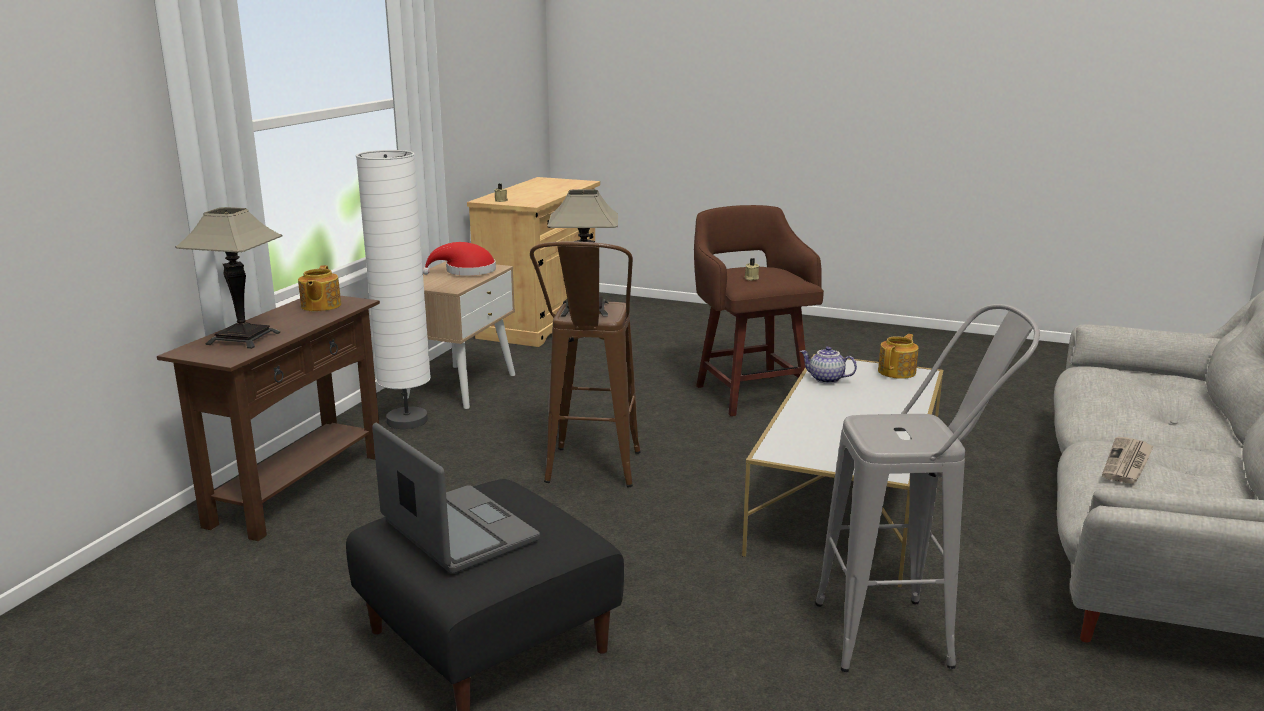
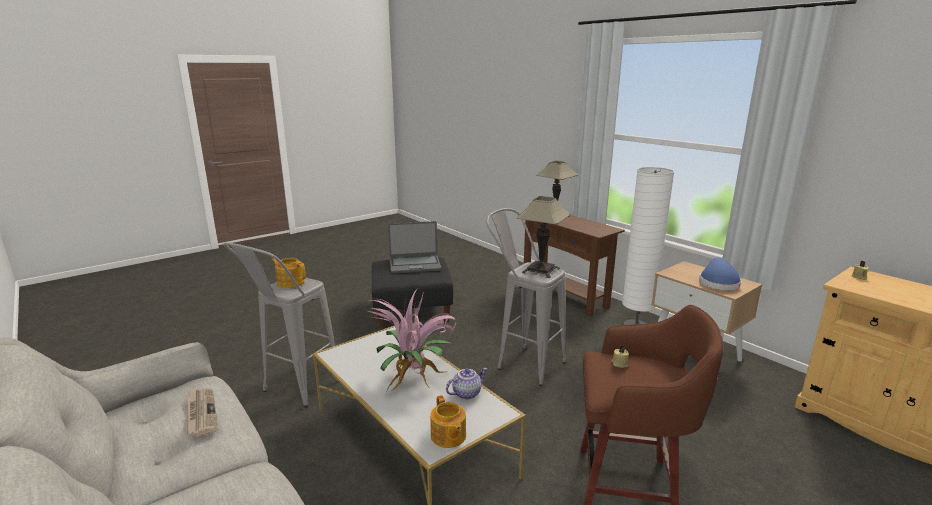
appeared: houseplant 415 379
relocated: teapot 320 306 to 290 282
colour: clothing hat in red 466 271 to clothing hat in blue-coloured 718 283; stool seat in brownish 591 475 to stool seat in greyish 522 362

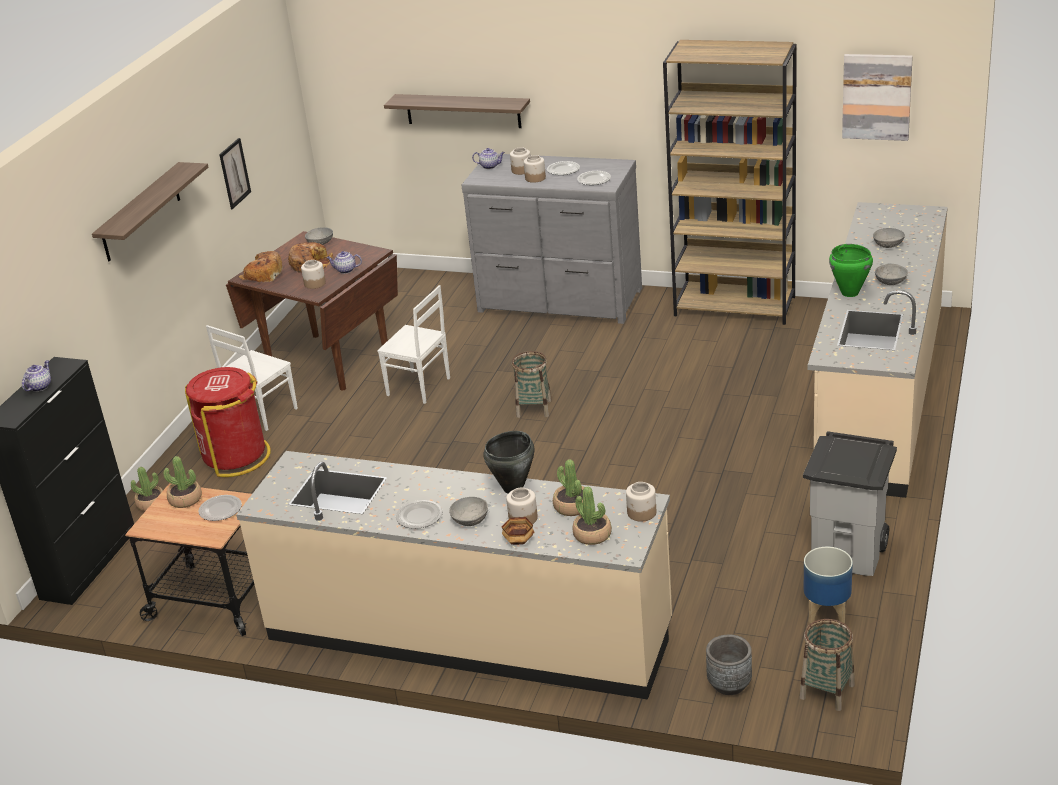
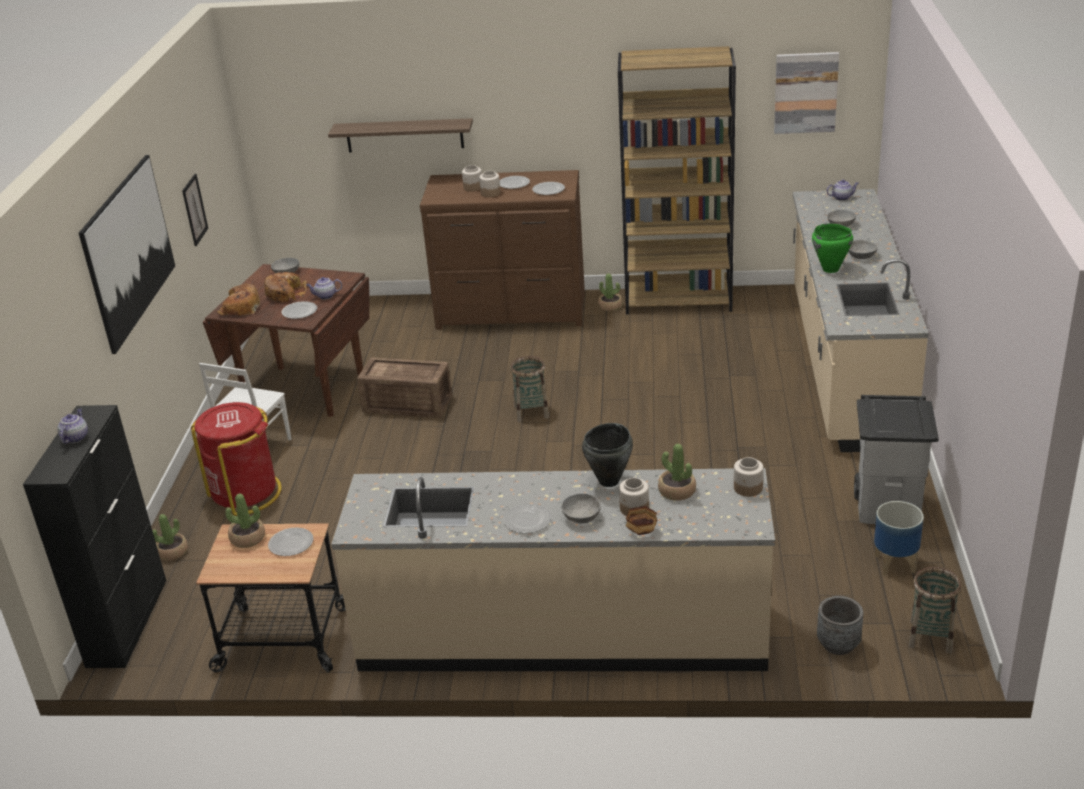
relocated: teapot 490 166 to 842 197; houseplant 592 535 to 610 306
exchanged: bracket shelf 140 212 to picture 129 250; preserve jar 315 283 to dinner plate 299 311; chair in whitish 419 387 to shipping crate 408 405
colour: drawer chest in greyish 559 301 to drawer chest in brownish 511 312

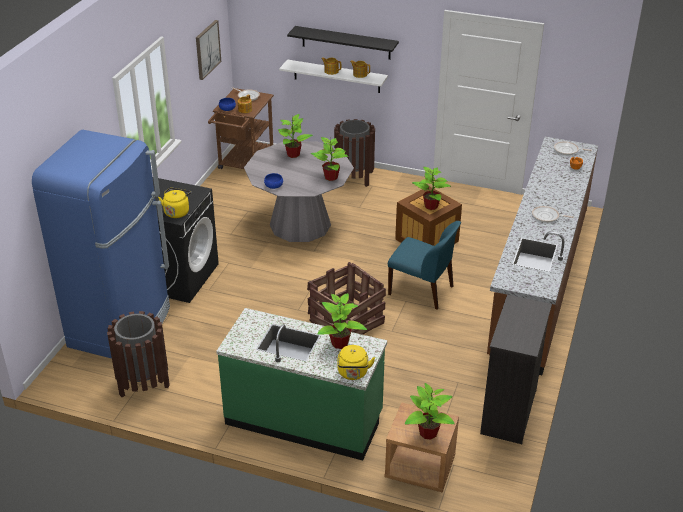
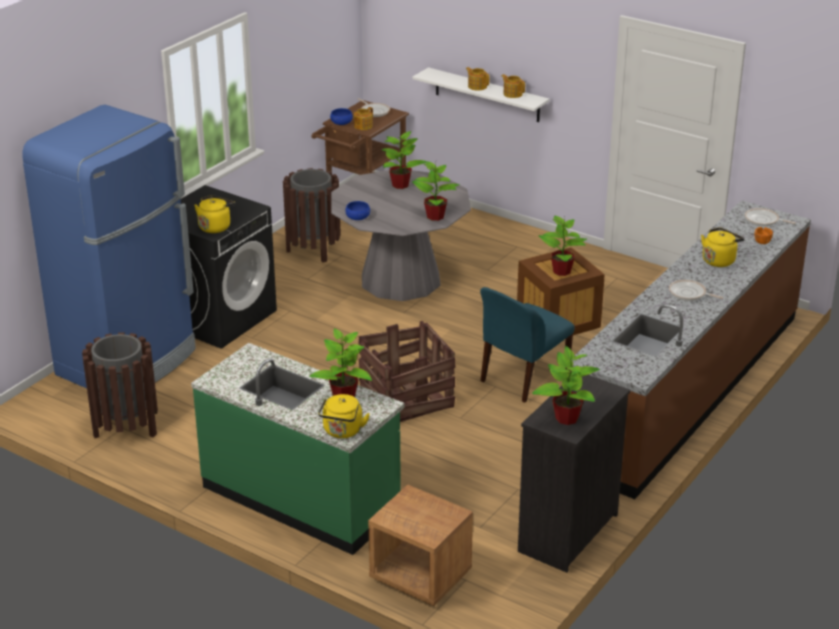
missing: picture 207 49; bracket shelf in black-coloured 346 43
appeared: water kettle in yellowish 719 260
relocated: waste bin in brownish 354 178 to 313 250; houseplant 427 433 to 566 418
spun: chair in blue-coloured 422 291 = 523 378 90 degrees clockwise

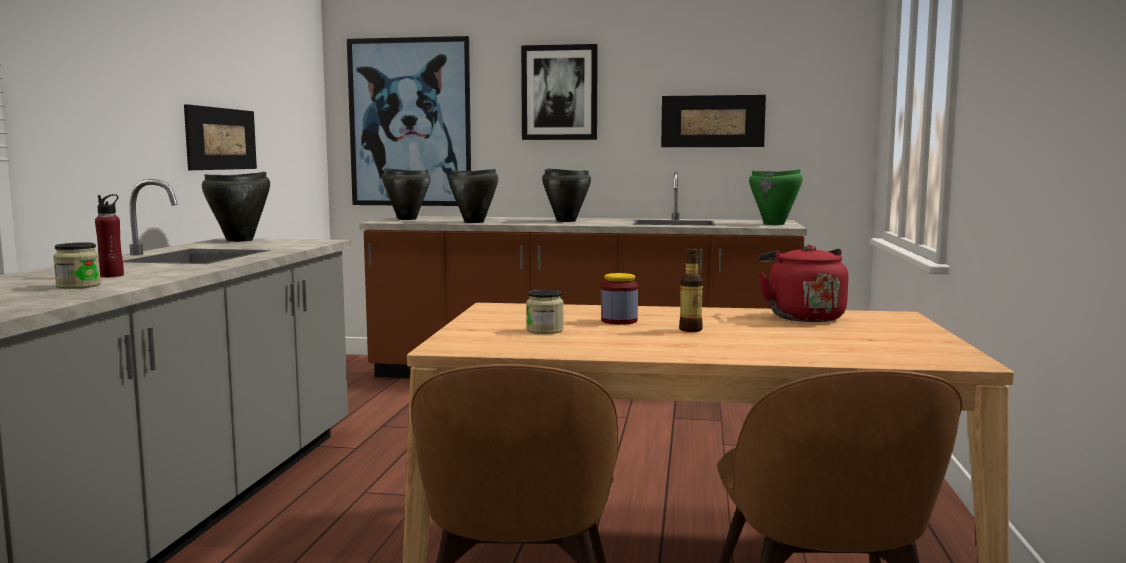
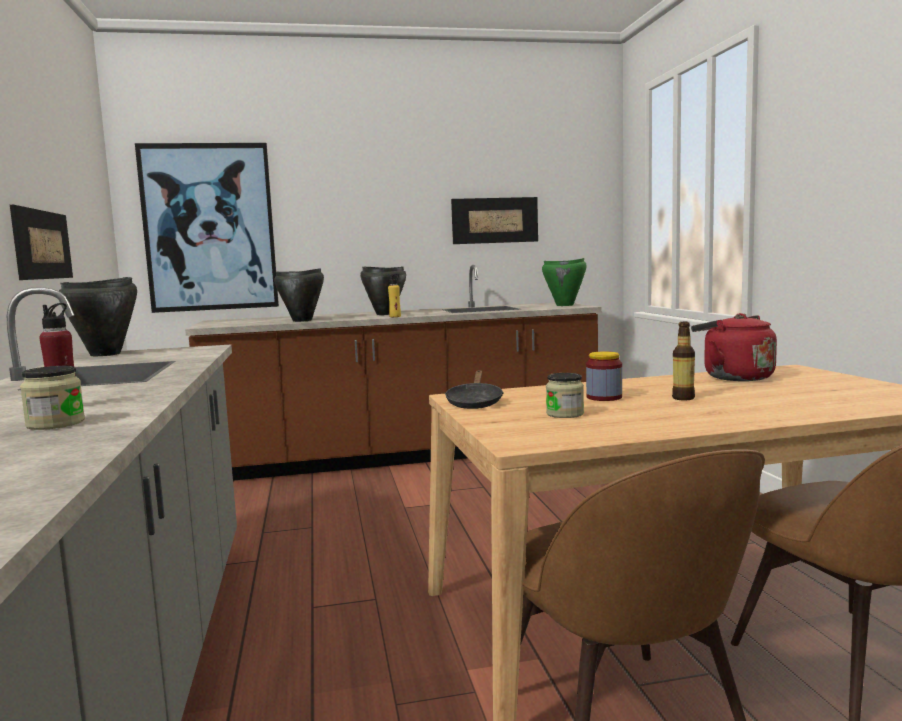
missing: picture 559 92; saucepot in black-coloured 406 219
appeared: drink bottle in yellowish 395 316; skillet in black-coloured 474 402

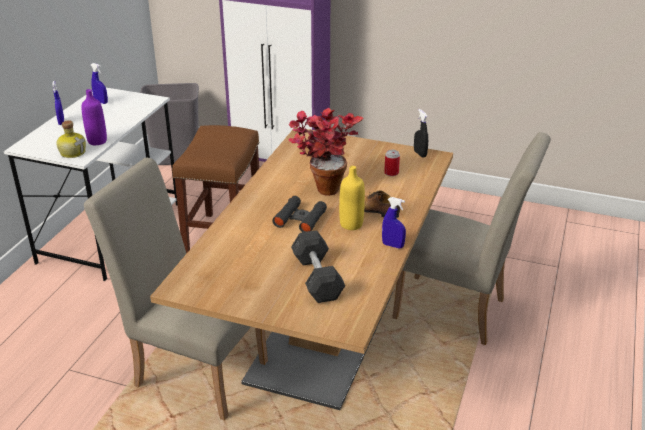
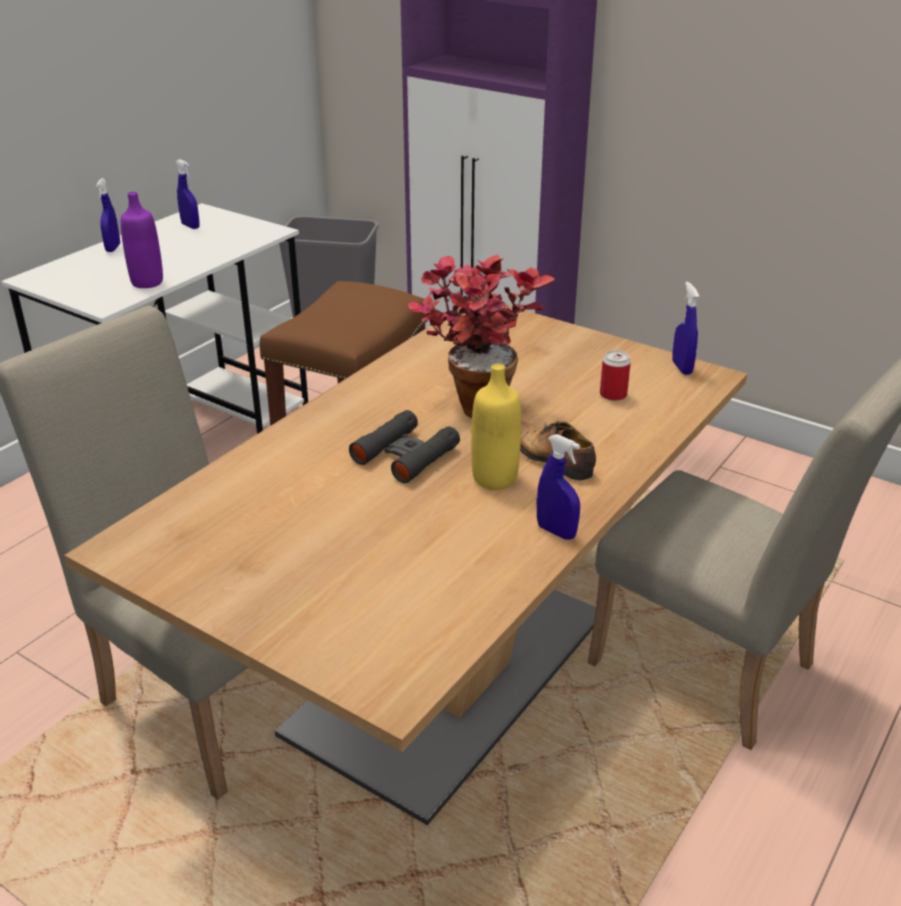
missing: drink bottle 73 152; dumbbell in greyish 317 278
colour: spray bottle in black-coloured 420 154 to spray bottle in blue-coloured 681 368

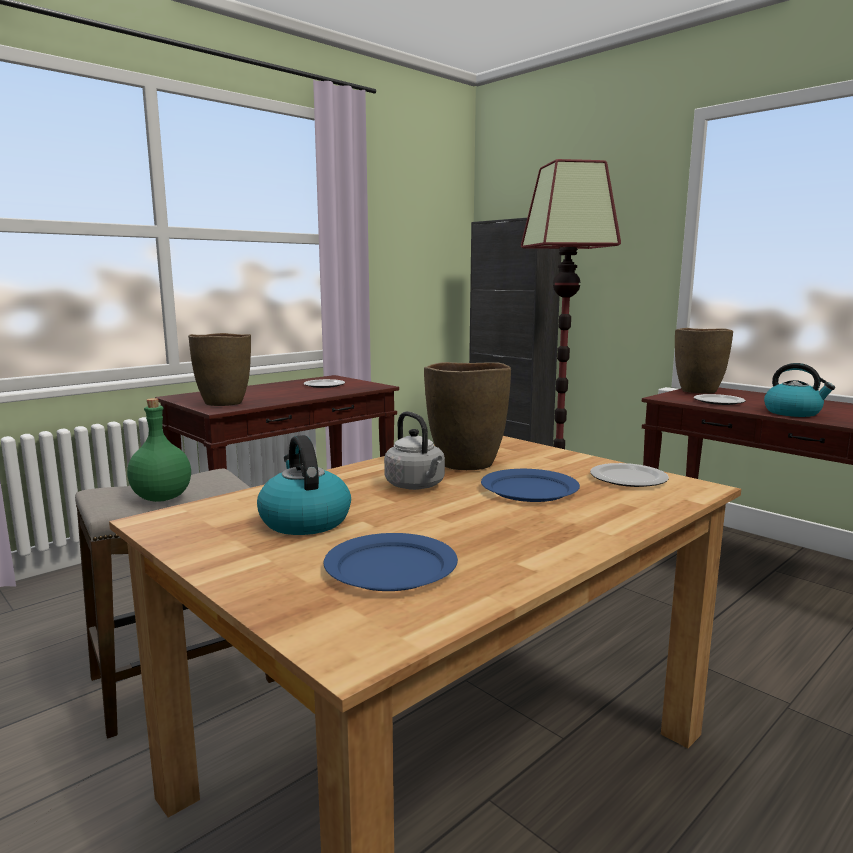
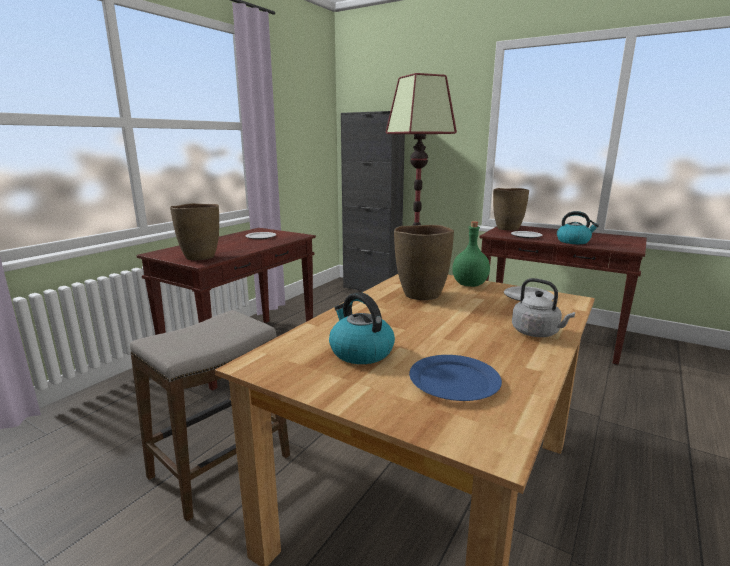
missing: dinner plate in blue-coloured 530 489
relocated: drink bottle in green-coloured 161 498 to 469 285; water kettle in greyish 416 486 to 537 333

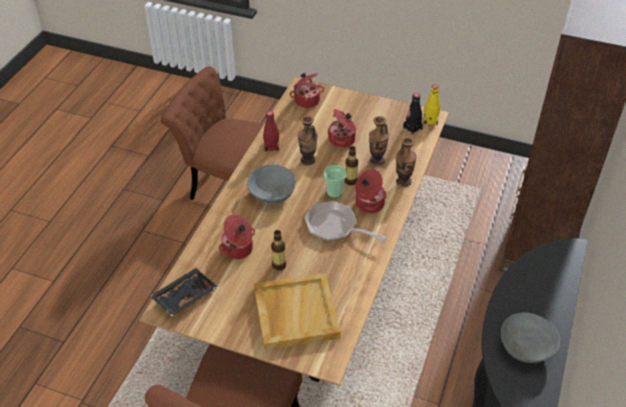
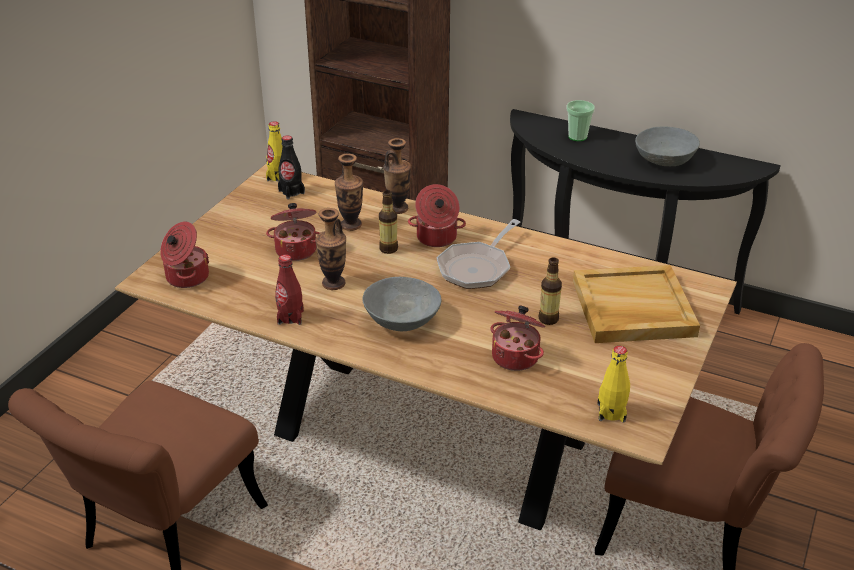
relocated: cup 334 192 to 577 137
exchanged: tray in black-coloured 184 296 to drink bottle in yellowish 611 412

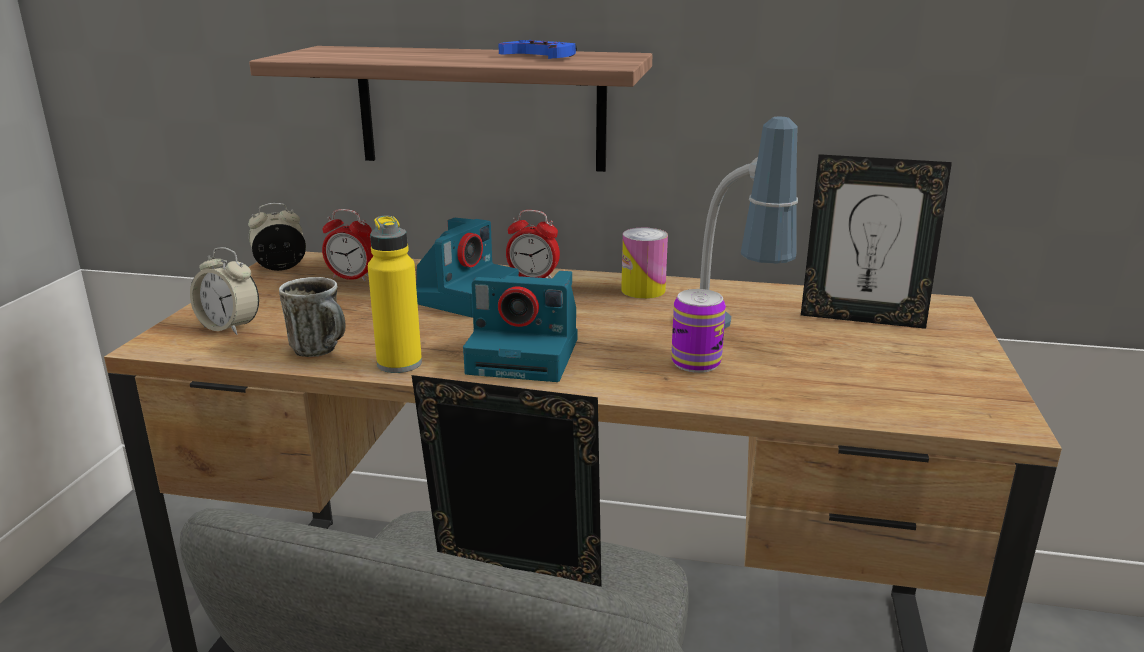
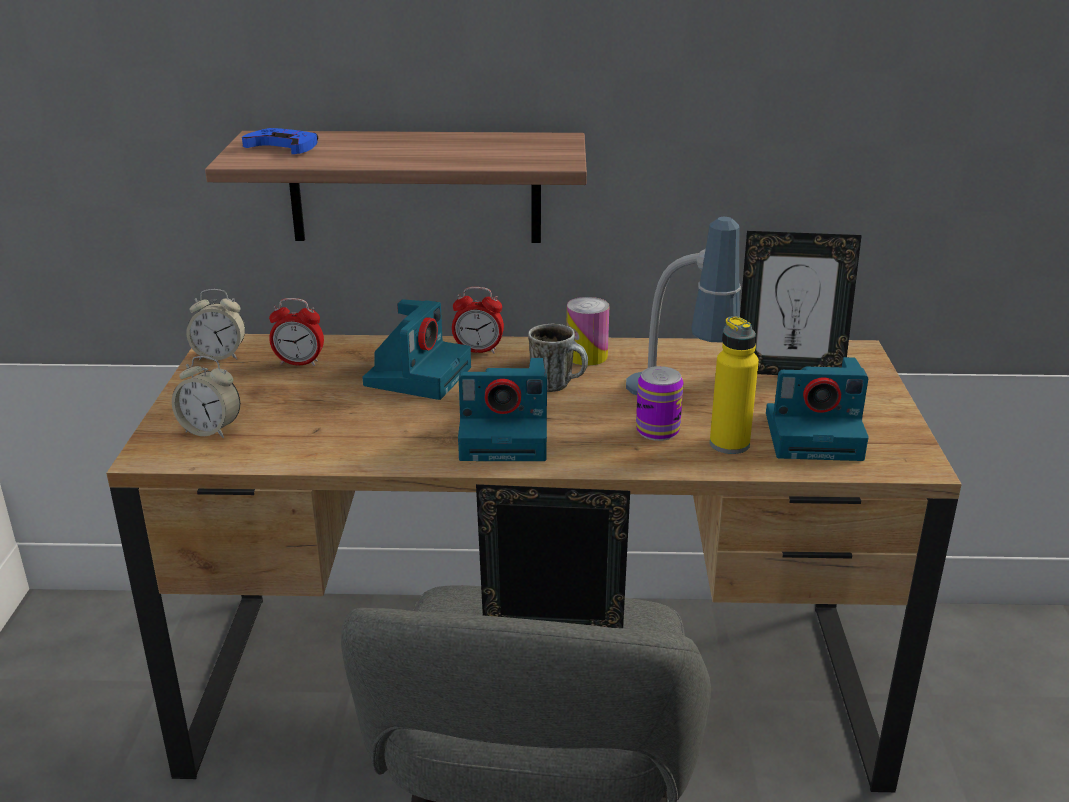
appeared: photo camera 815 435
relocated: gamepad in blue-coloured 540 57 to 283 147; drink bottle in yellowish 399 363 to 729 444; coffee mug 323 351 to 558 386
spun: alarm clock 281 267 = 220 356 150 degrees counterclockwise

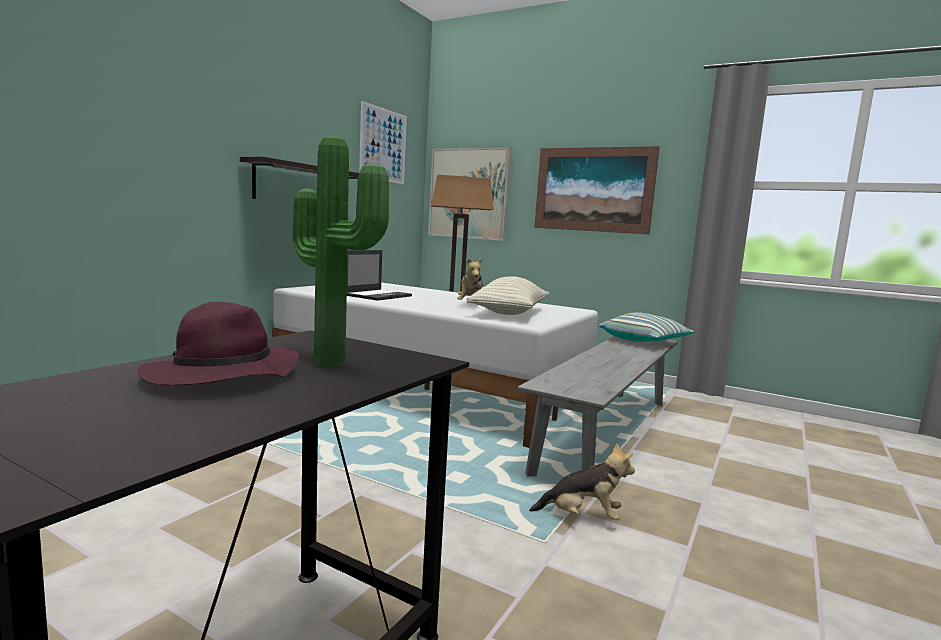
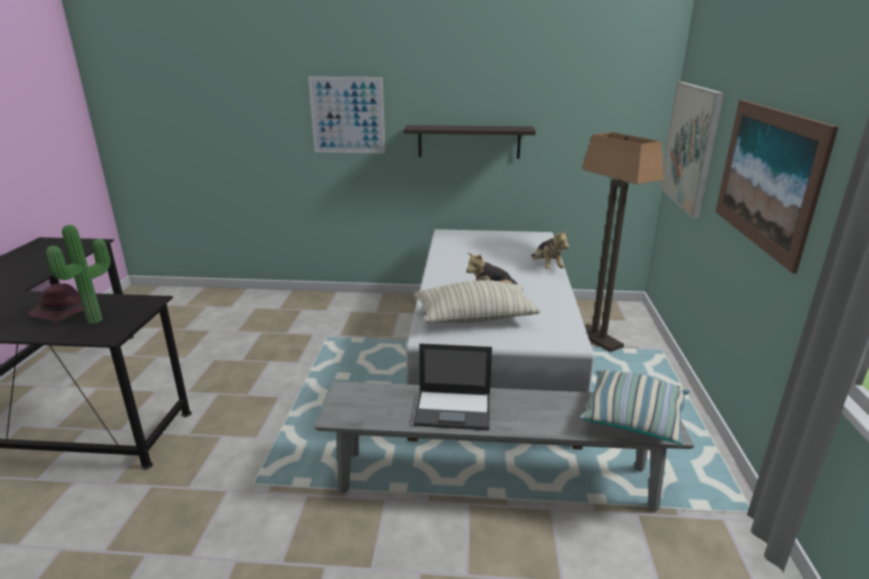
relocated: picture 383 145 to 347 115; notebook computer 378 295 to 454 409; soft toy 582 517 to 546 267

